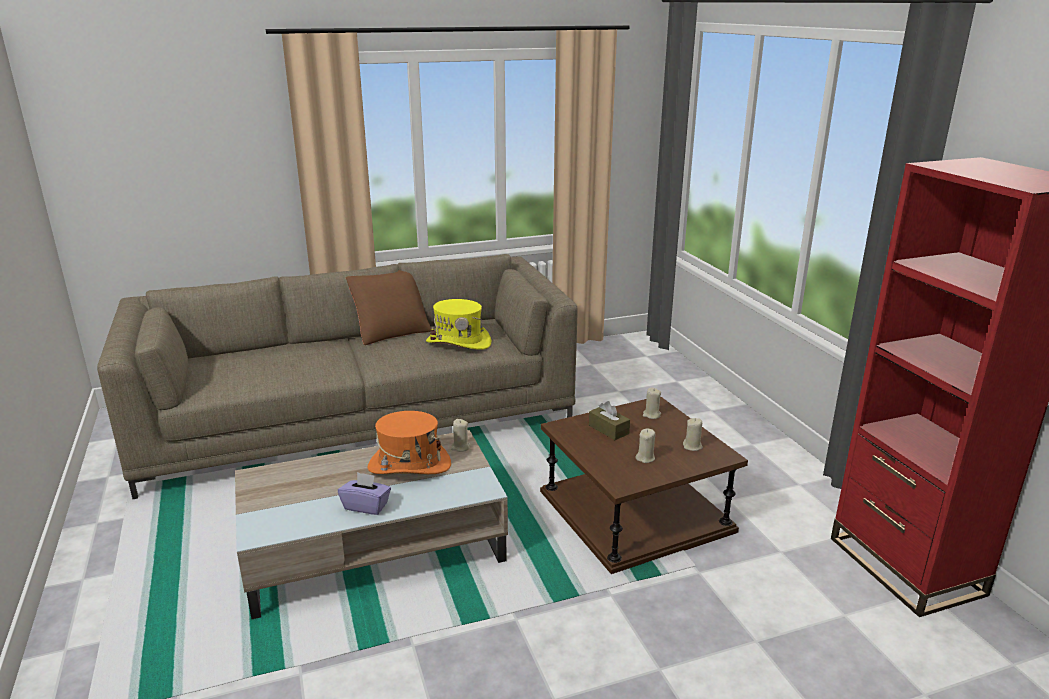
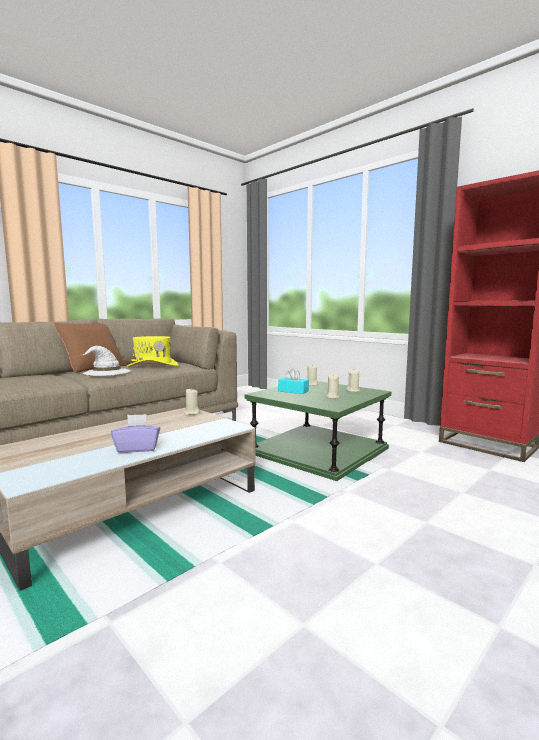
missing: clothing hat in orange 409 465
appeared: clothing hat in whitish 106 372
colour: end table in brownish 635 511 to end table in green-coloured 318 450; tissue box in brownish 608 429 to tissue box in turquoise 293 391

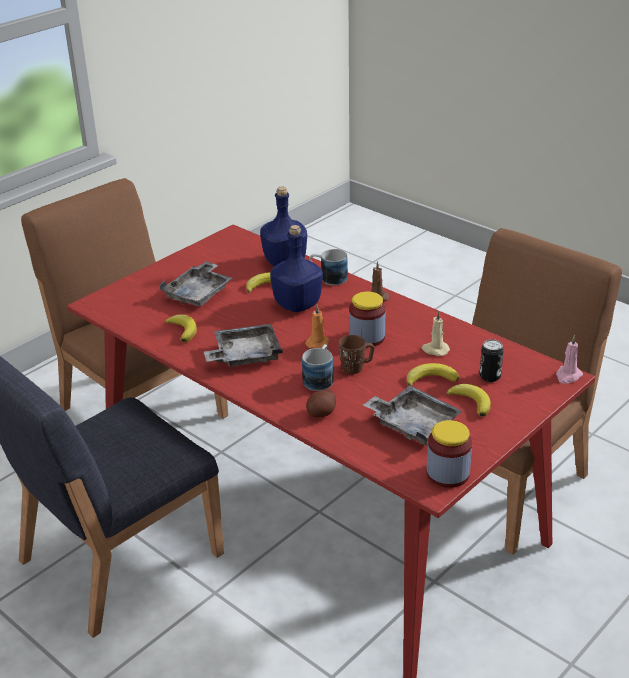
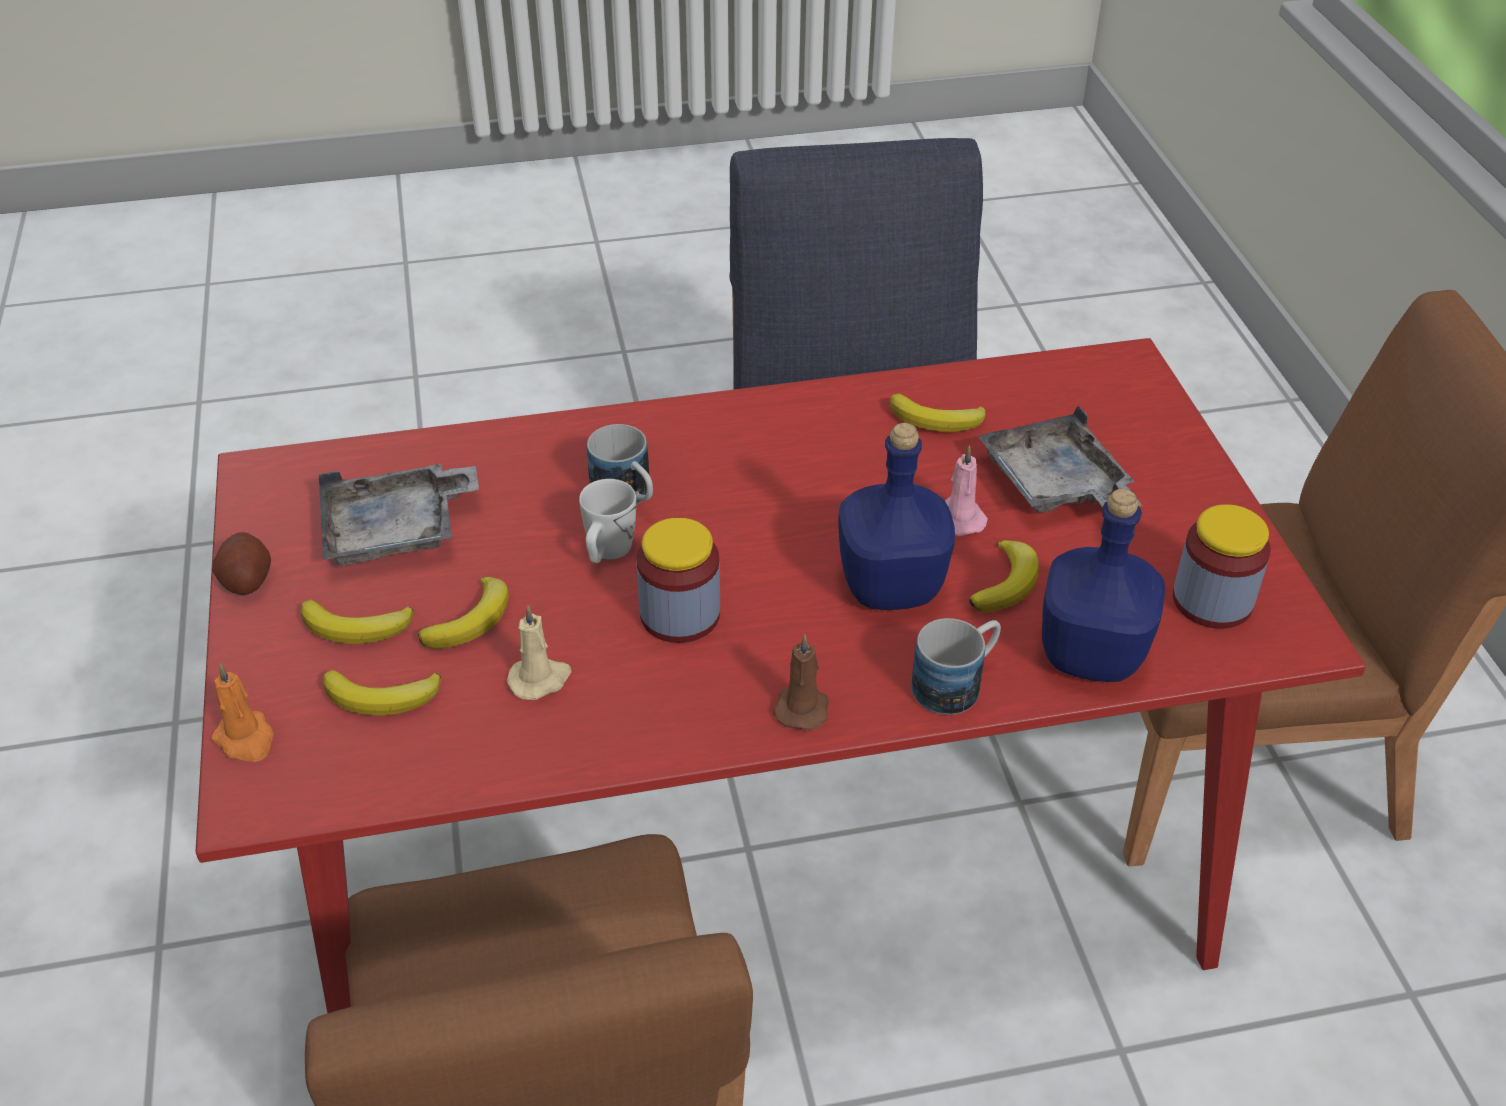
missing: tray in greyish 245 355
relocated: candle in orange 318 342 to 246 740; candle in pink 568 376 to 959 518; spud 321 413 to 246 580; preserve jar 447 474 to 1212 601
exchanged: can 490 376 to banana 382 697
colour: coffee mug in brownish 356 367 to coffee mug in whitish 607 552

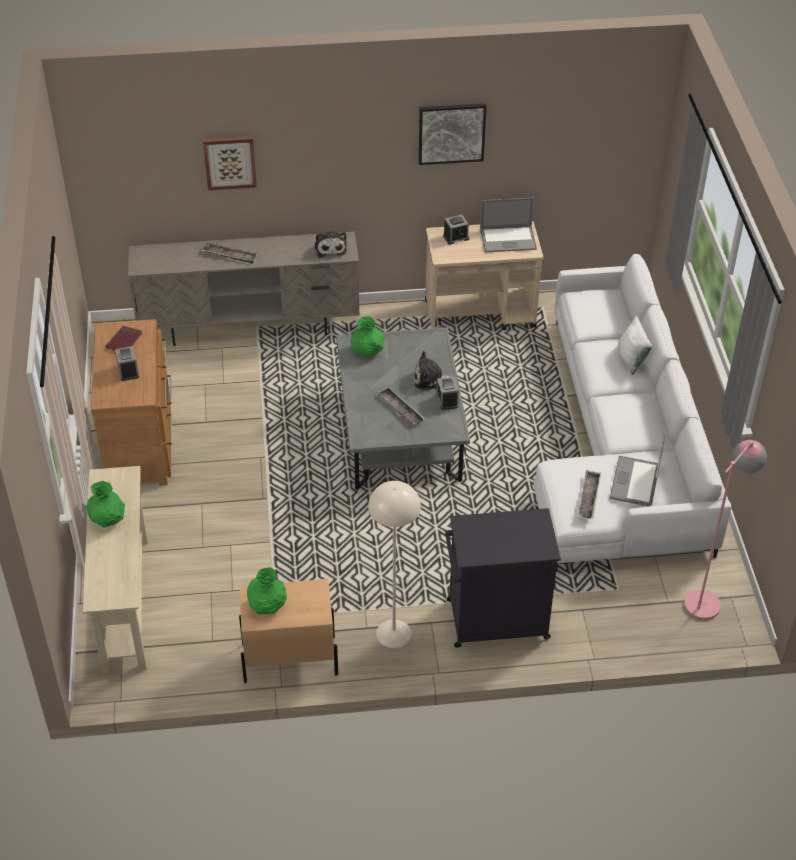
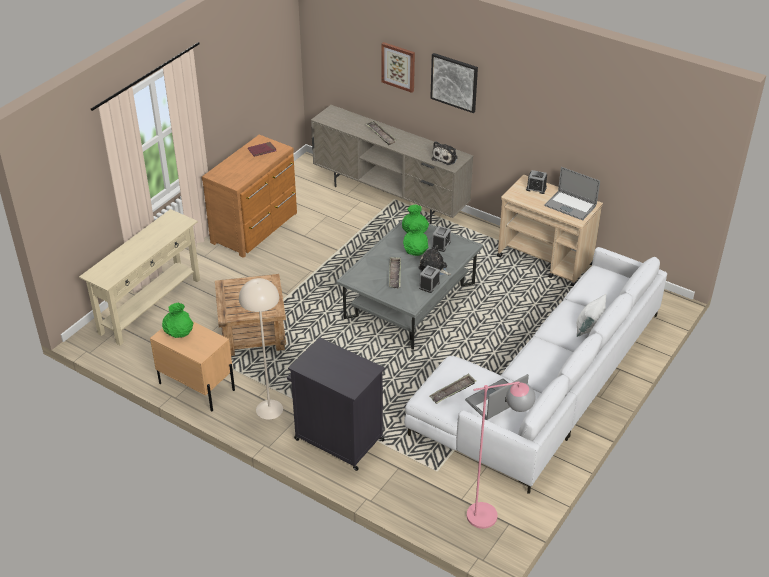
appeared: end table in brownish 252 333
relocated: picture 451 133 to 454 82; alarm clock 128 371 to 441 245; decorative vase in green-coloured 108 519 to 415 252

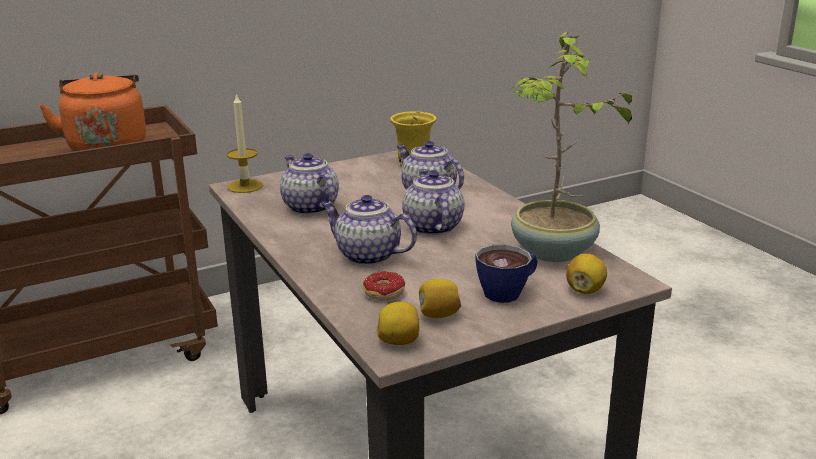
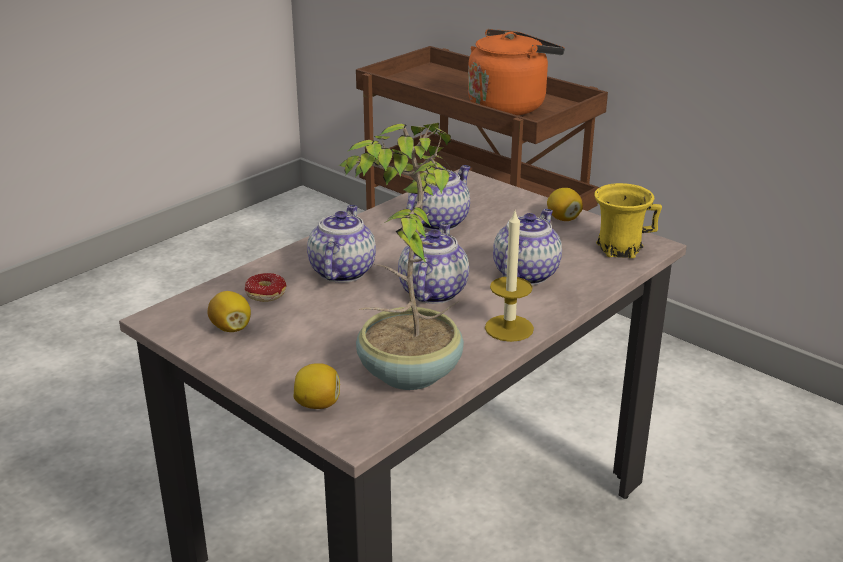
missing: cup 509 292
relocated: candle 245 186 to 509 328; citrus fruit 399 341 to 563 218
spun: teapot 432 226 = 432 291 45 degrees counterclockwise

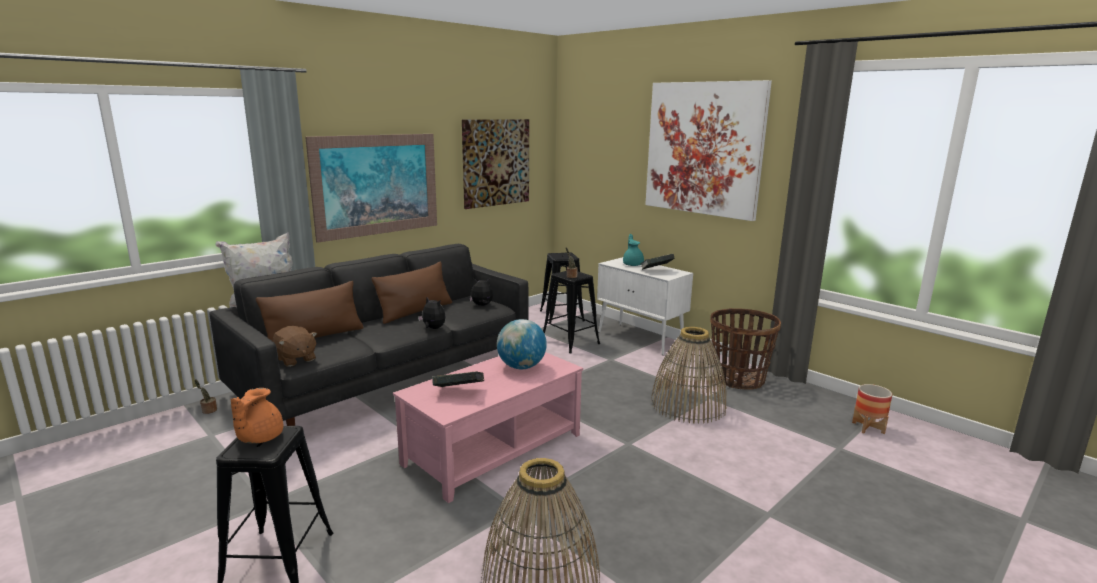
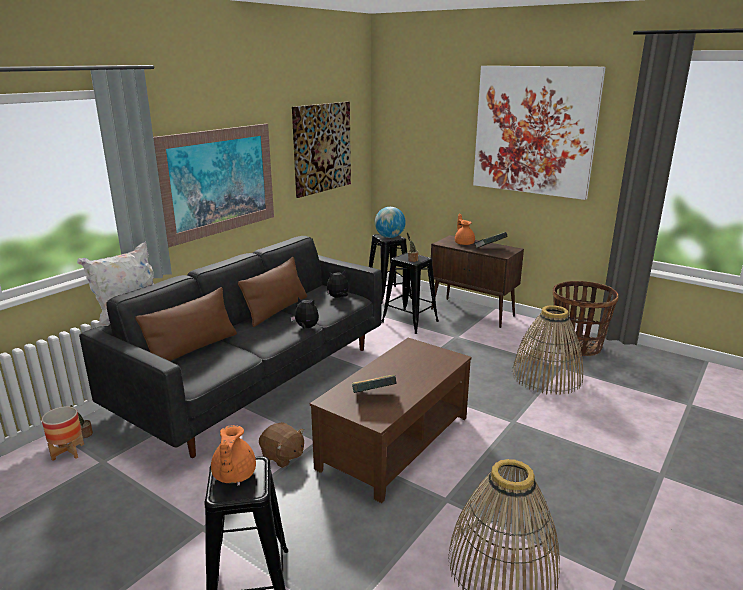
relocated: desk globe 521 367 to 389 237; soft toy in brownish 295 359 to 282 456; planter 868 427 to 68 452
colour: teapot in turquoise 633 264 to teapot in orange 464 243; cupboard in whitish 641 339 to cupboard in brownish 473 313; lounge table in pink 493 448 to lounge table in brownish 394 441

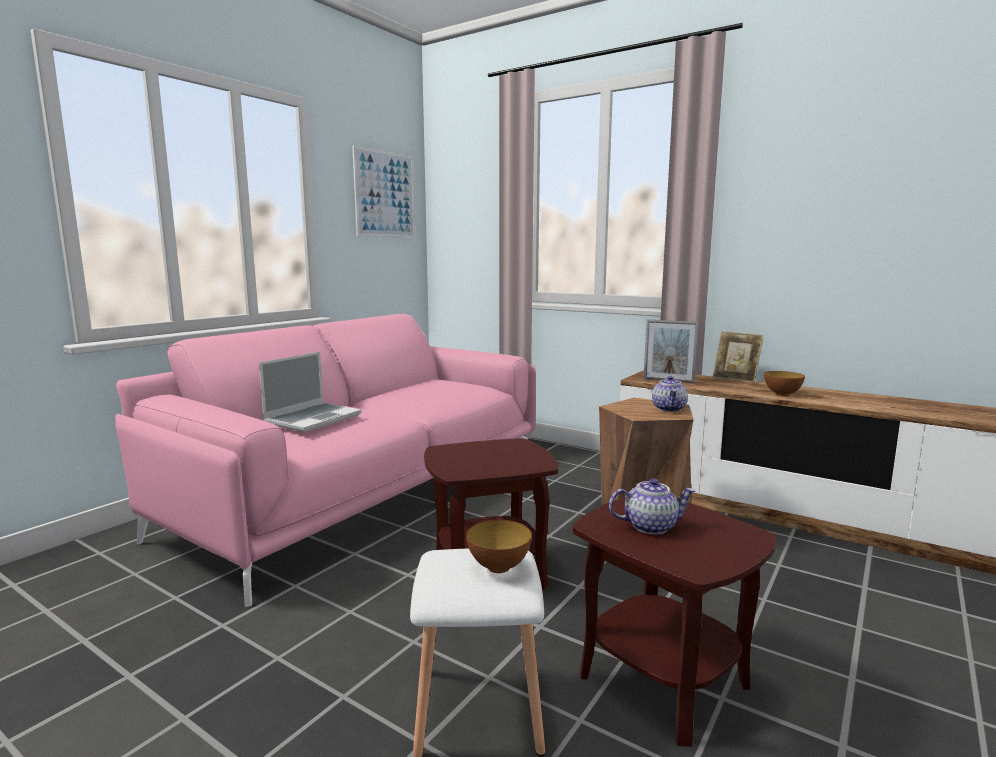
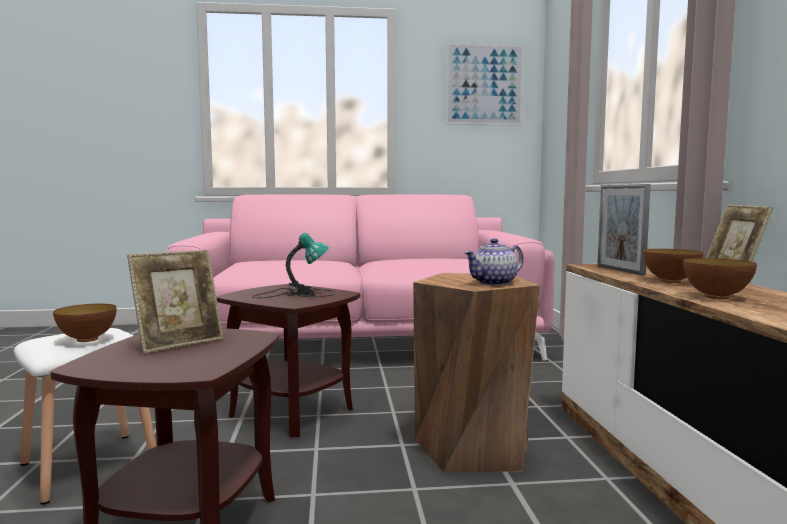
missing: notebook computer 313 419
appeared: lamp for a table 297 294; bowl 670 281
exchanged: teapot 650 526 to photo frame 179 343

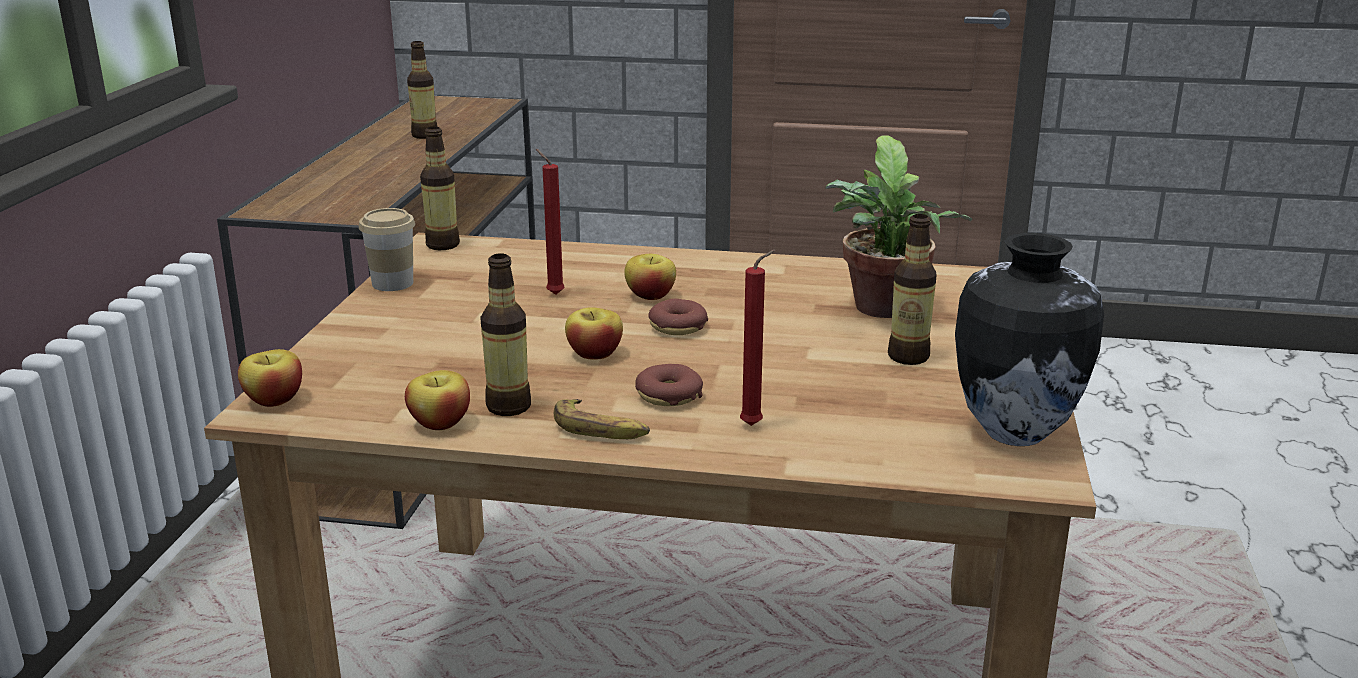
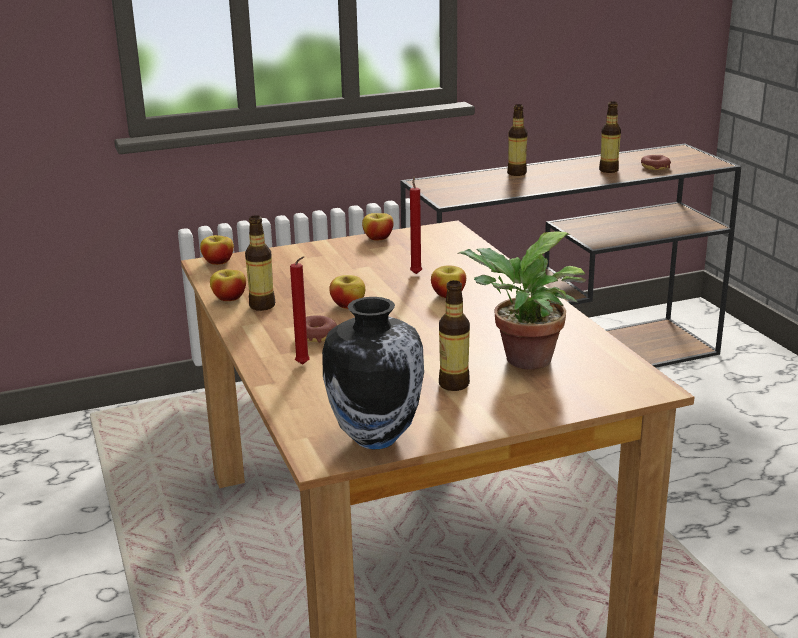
missing: banana 601 429
relocated: drink bottle 442 245 to 516 173; donut 677 327 to 655 167
exchanged: cup 392 283 to apple fruit 378 238

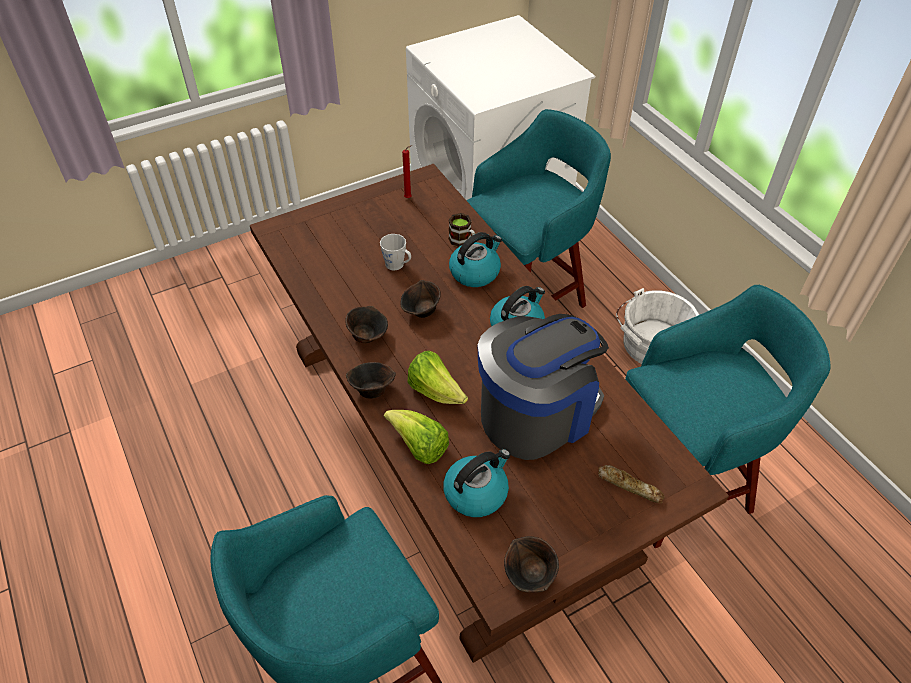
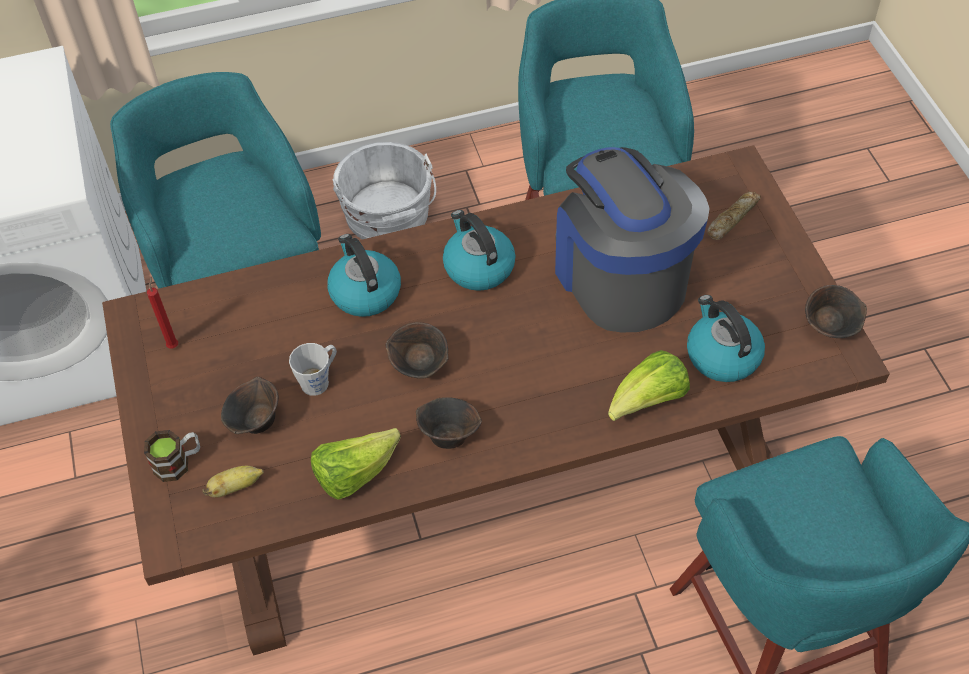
appeared: banana 235 487
relocated: coffee mug 463 242 to 178 462; head of lettuce 435 391 to 354 474; bowl in brownish 371 389 to 255 422

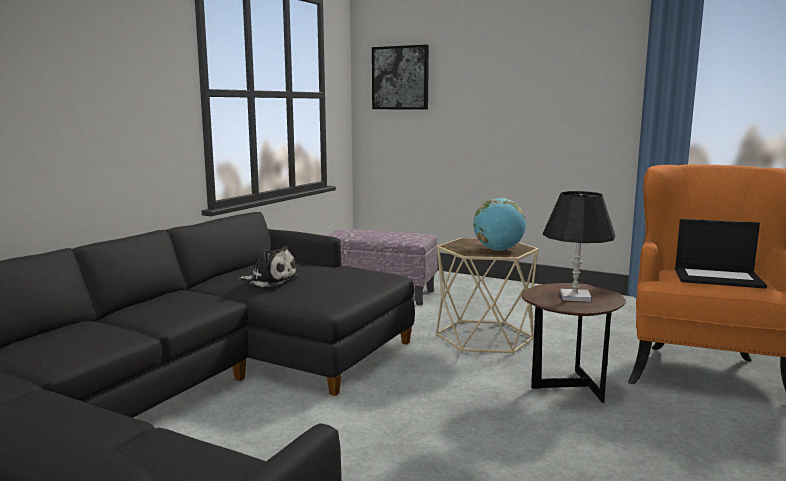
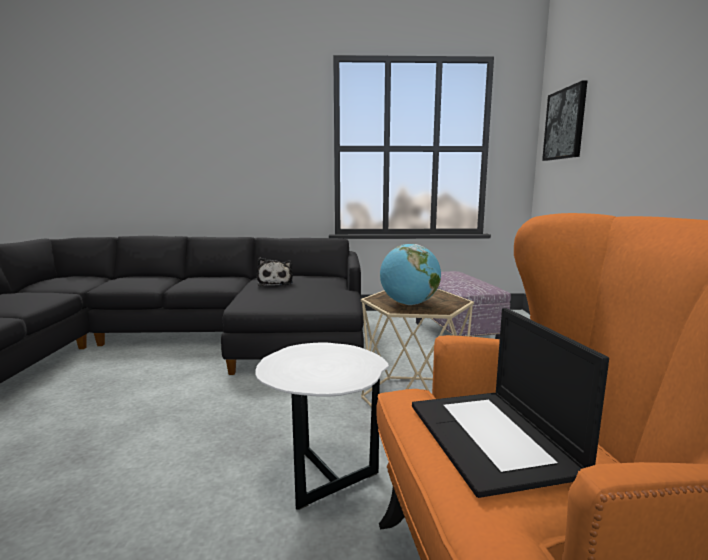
missing: lamp for a table in black-coloured 574 297
colour: end table in brownish 567 388 to end table in whitish 323 475

